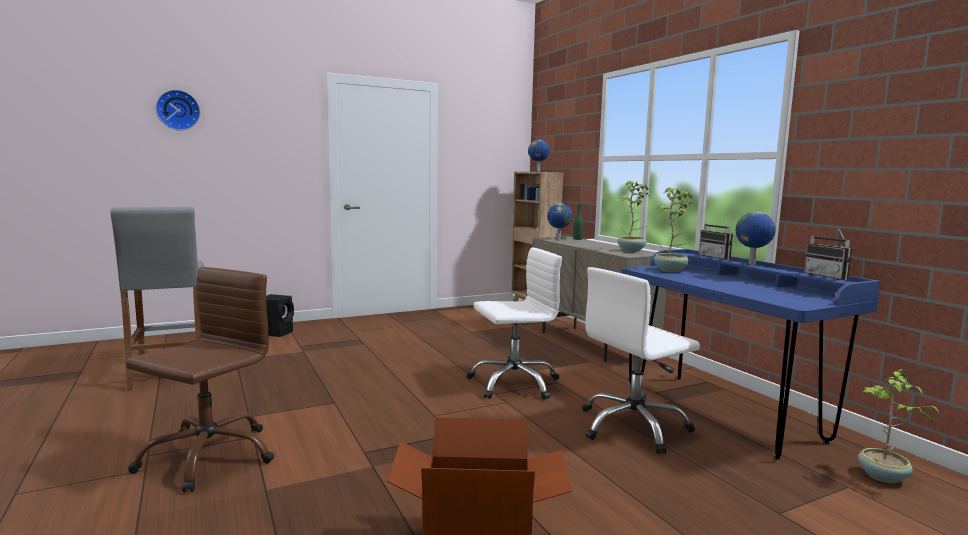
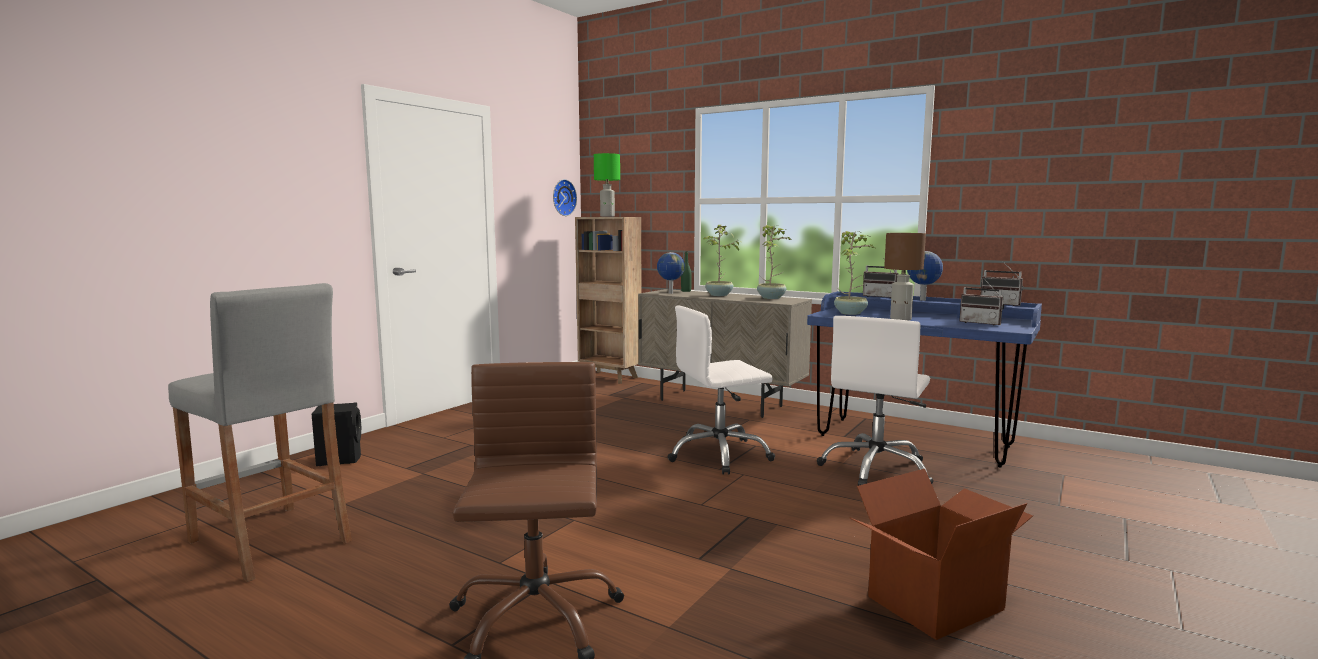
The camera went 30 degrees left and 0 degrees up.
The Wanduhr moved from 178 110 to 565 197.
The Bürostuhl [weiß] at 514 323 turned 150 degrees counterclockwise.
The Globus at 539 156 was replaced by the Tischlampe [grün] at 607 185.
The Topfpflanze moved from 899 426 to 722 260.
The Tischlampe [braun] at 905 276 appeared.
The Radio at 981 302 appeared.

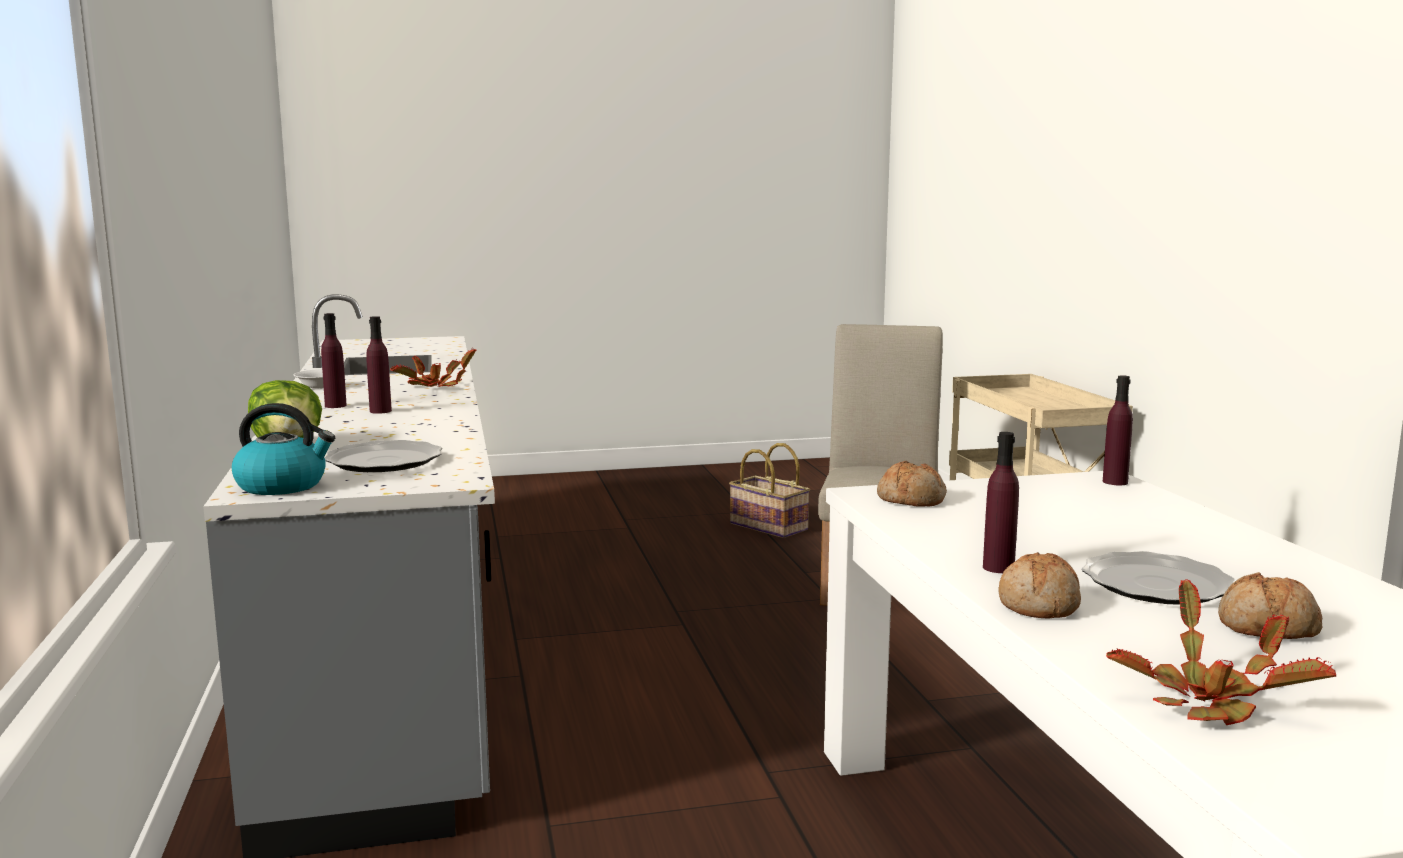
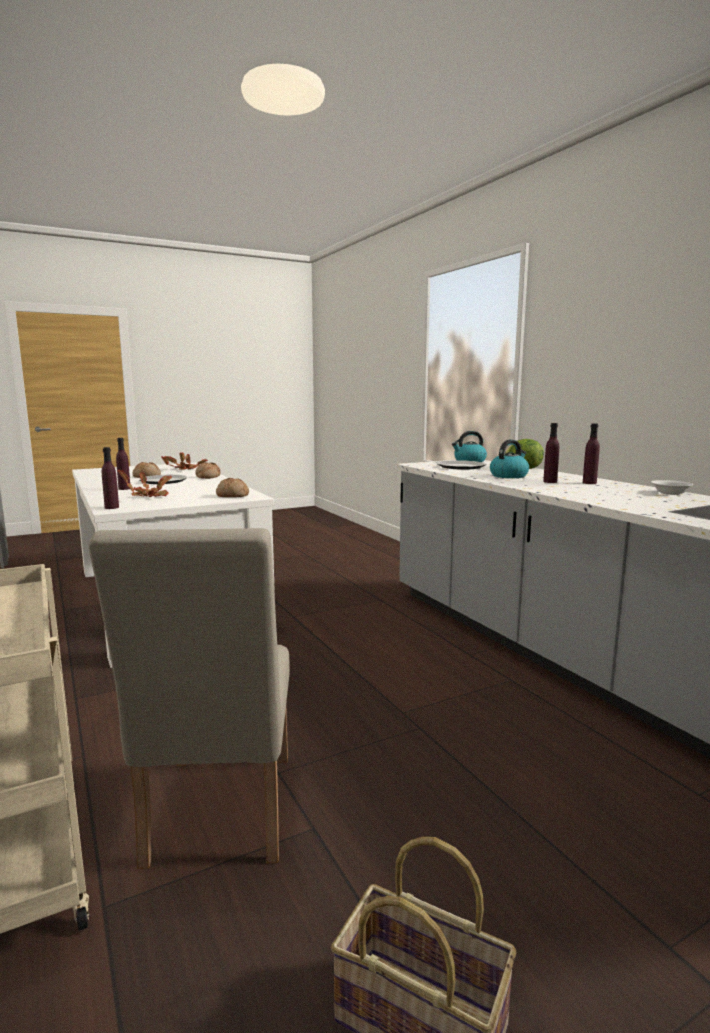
The camera went 165 degrees right and 0 degrees up.
The Topfpflanze moved from 433 367 to 144 483.
The Flasche [lila] moved from 1001 502 to 123 464.
The Wasserkessel at 509 458 appeared.

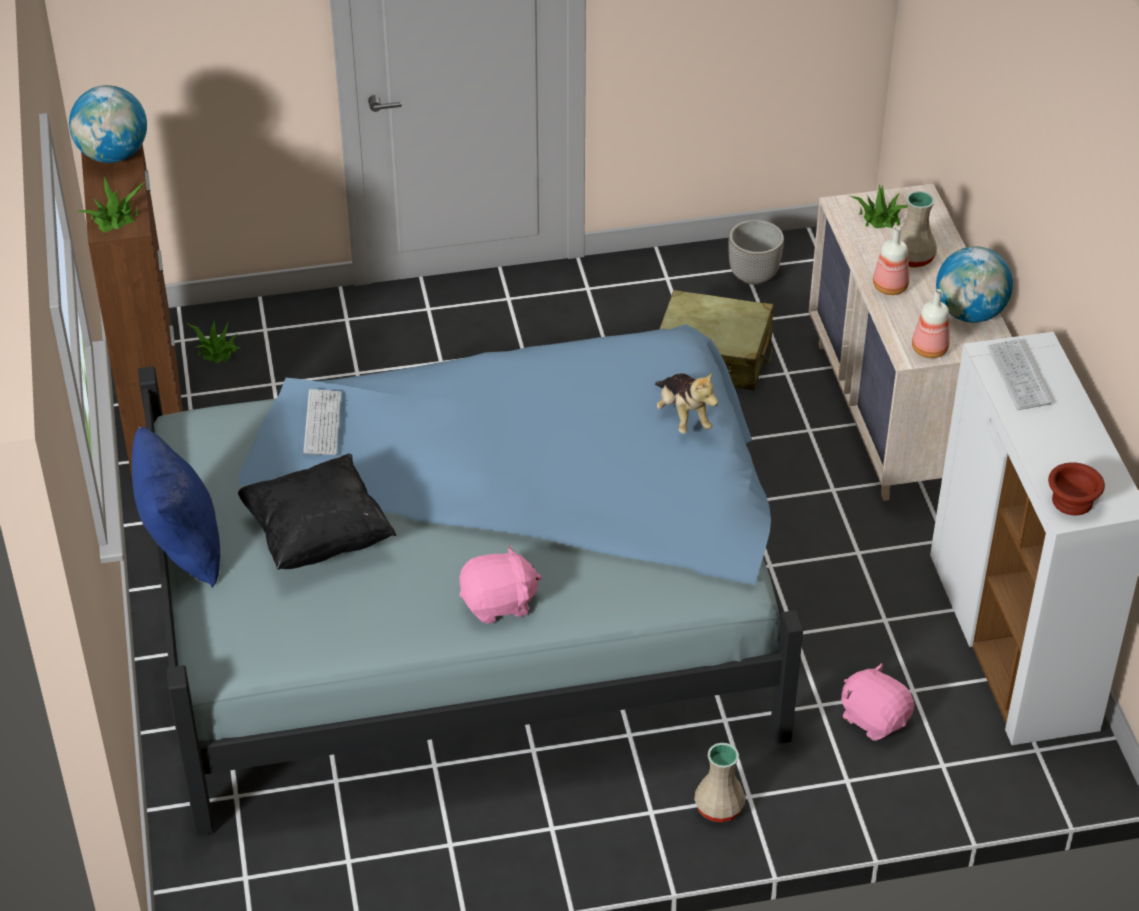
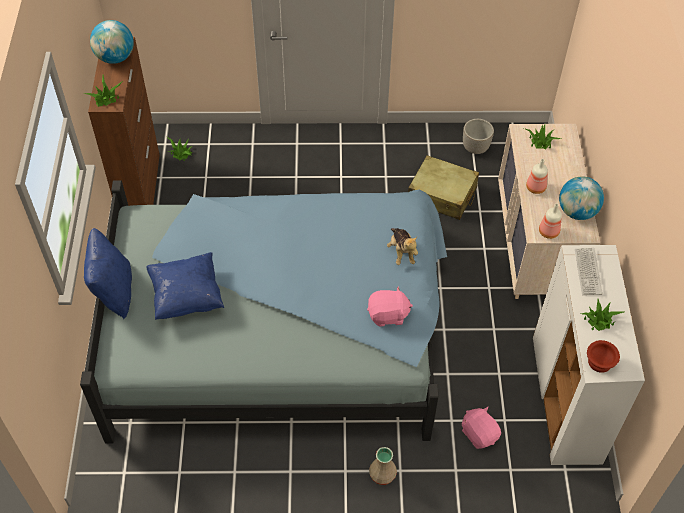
The camera went 10 degrees right and 10 degrees up.
The Kissen [schwarz] at 317 512 became the Kissen [blau] at 185 286.
The Tastatur at 322 422 disappeared.
The Plüschtier [rosa] moved from 500 584 to 390 306.
The Vase [beige] at 918 229 disappeared.
The Topfpflanze at 602 315 appeared.

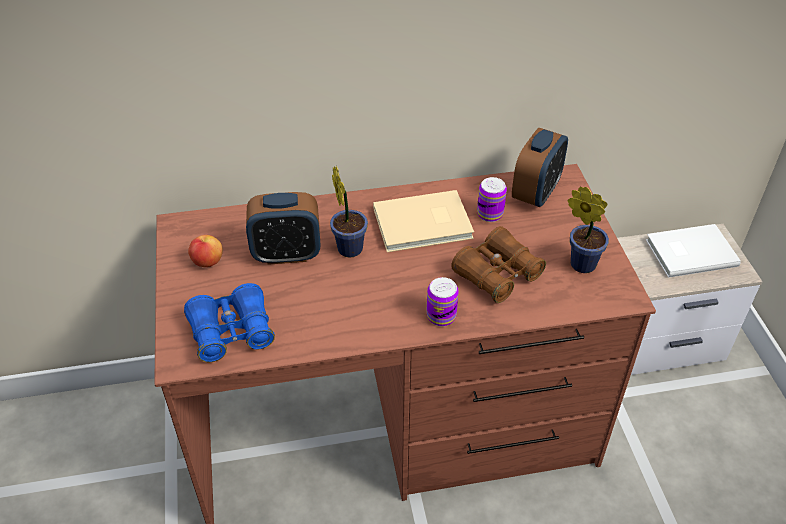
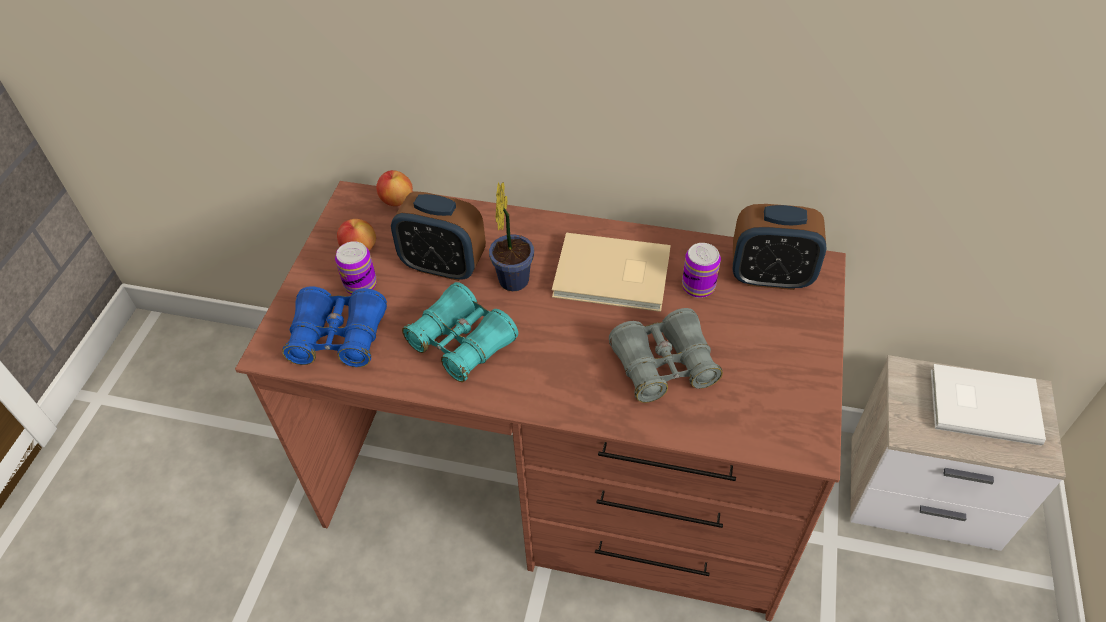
The camera went 25 degrees right and 5 degrees up.
The Dose moved from 442 301 to 356 268.
The Fernglas [braun] at 498 264 became the Fernglas [grau] at 666 355.
The Wecker at 540 167 turned 45 degrees clockwise.
The Topfpflanze at 588 229 disappeared.
The Apfel at 394 188 appeared.
The Fernglas [türkis] at 460 332 appeared.

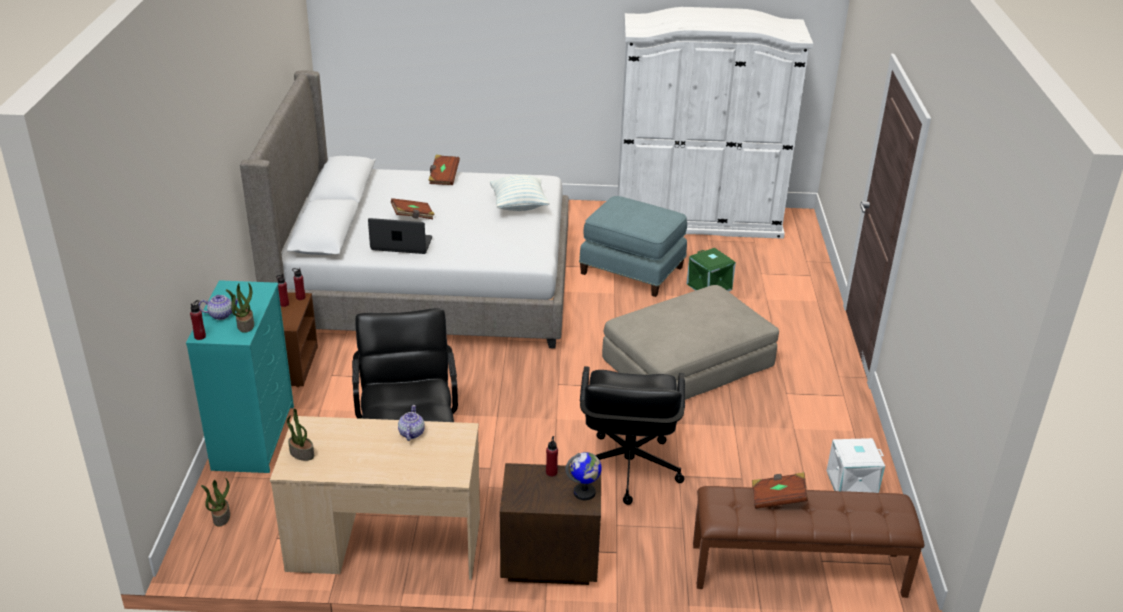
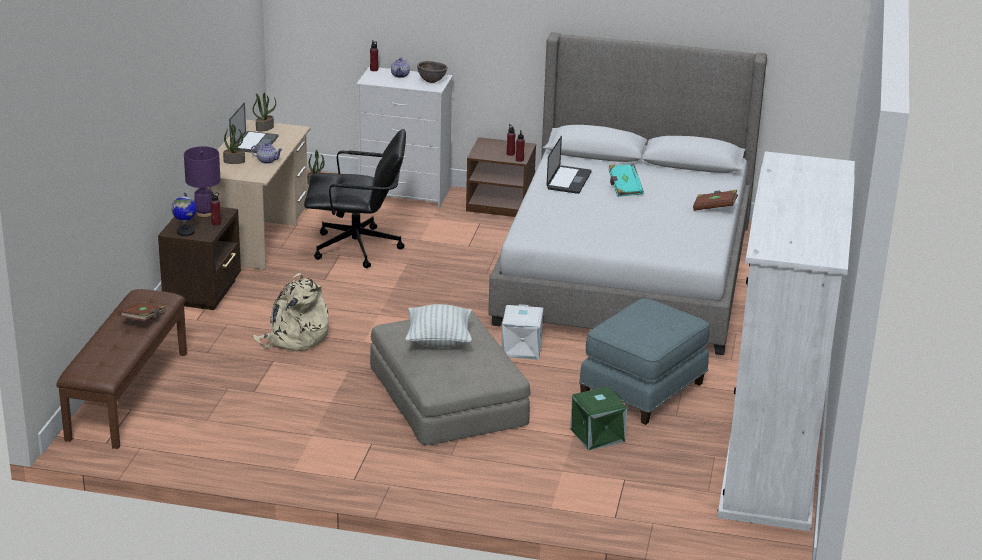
The camera went 100 degrees right and 5 degrees down.
The Kommode [türkis] at 240 376 became the Kommode [weiß] at 404 137.
The Topfpflanze moved from 240 308 to 234 144.
The Buch [braun] at 413 208 became the Buch [türkis] at 626 180.
The Kissen moved from 519 193 to 438 326.
The Bürostuhl [schwarz] at 632 435 was replaced by the Rucksack [beige] at 291 312.
The Aufbewahrungsbox [weiß] moved from 855 465 to 522 332.
The Tischlampe [lila] at 202 181 appeared.
The Laptop at 254 127 appeared.
The Schüssel [braun] at 432 72 appeared.

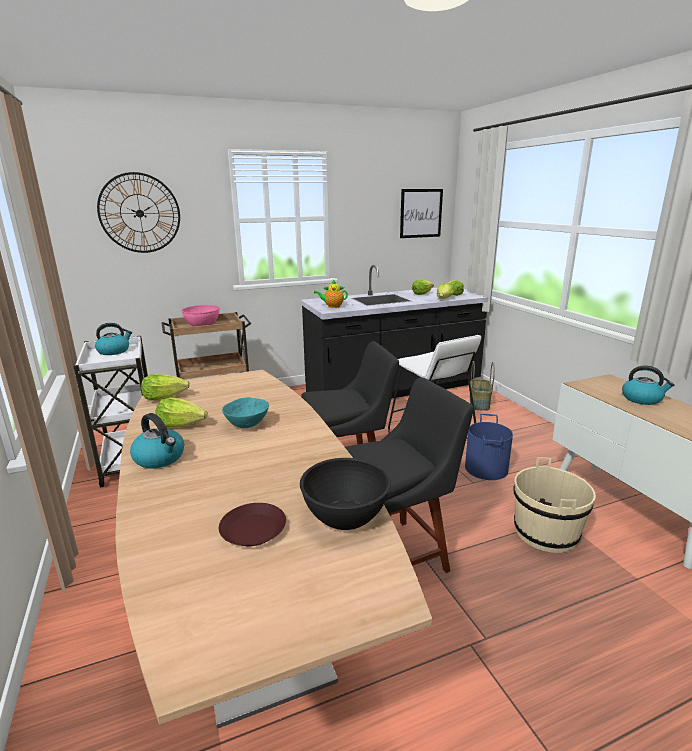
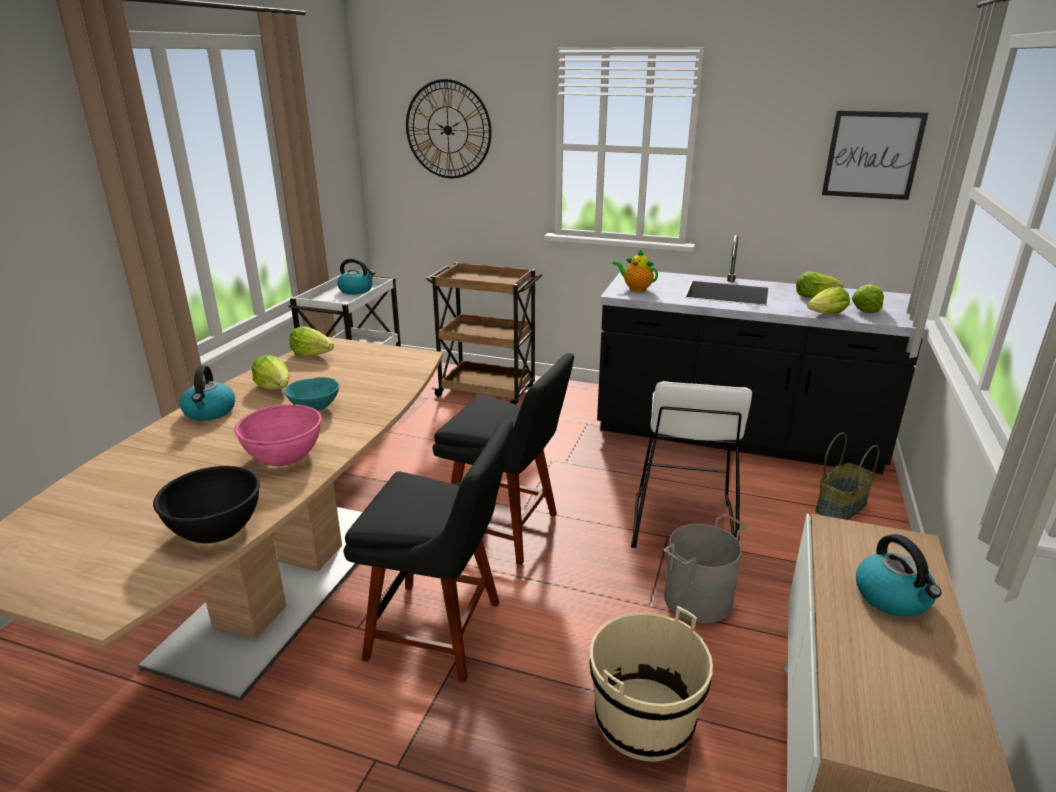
The camera went 40 degrees right and 5 degrees up.
The Schüssel [rosa] moved from 200 316 to 278 435.
The Teller [braun] at 252 524 disappeared.
The Eimer [blau] at 489 447 became the Eimer [grau] at 705 568.

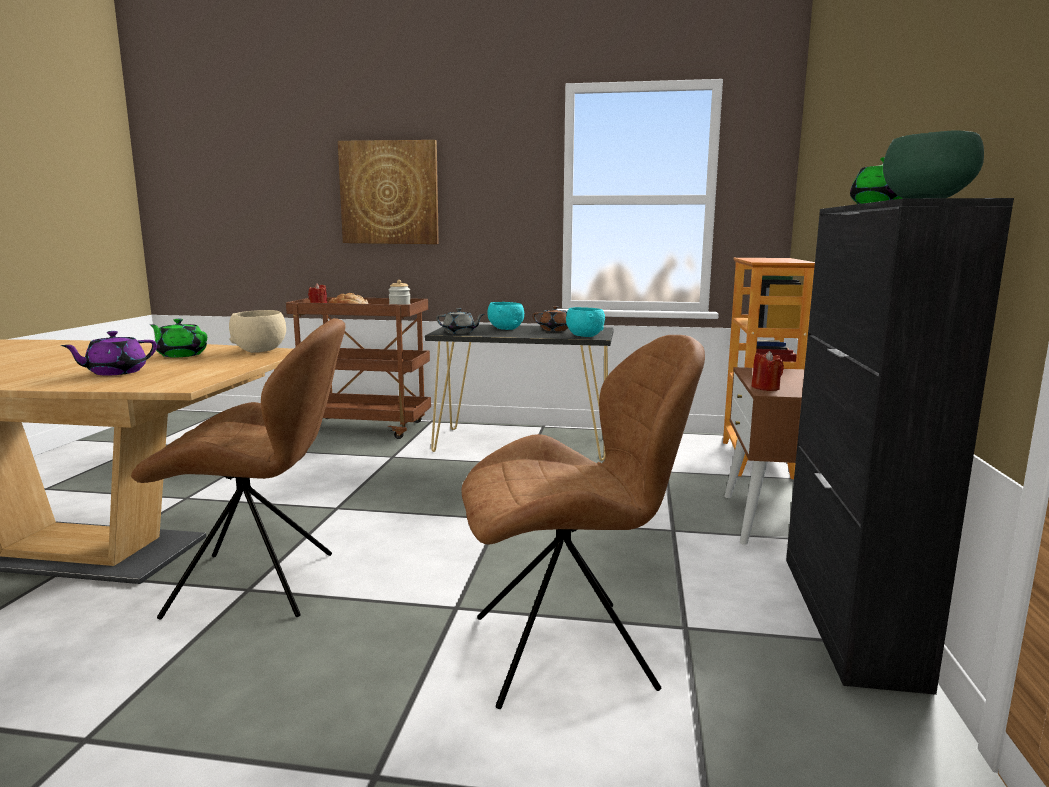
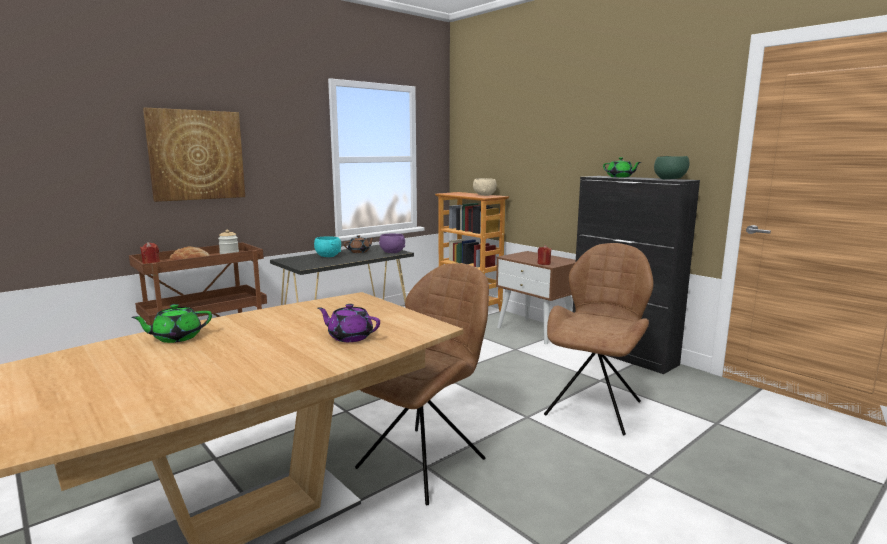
The camera went 50 degrees left and 0 degrees up.
The Teekanne [lila] at 108 353 turned 120 degrees clockwise.
The Teekanne [grün] moved from 178 338 to 171 323.
The Schüssel [beige] moved from 257 331 to 485 187.
The Teekanne [grau] at 460 321 disappeared.
The Schüssel [türkis] at 585 322 became the Schüssel [lila] at 392 243.

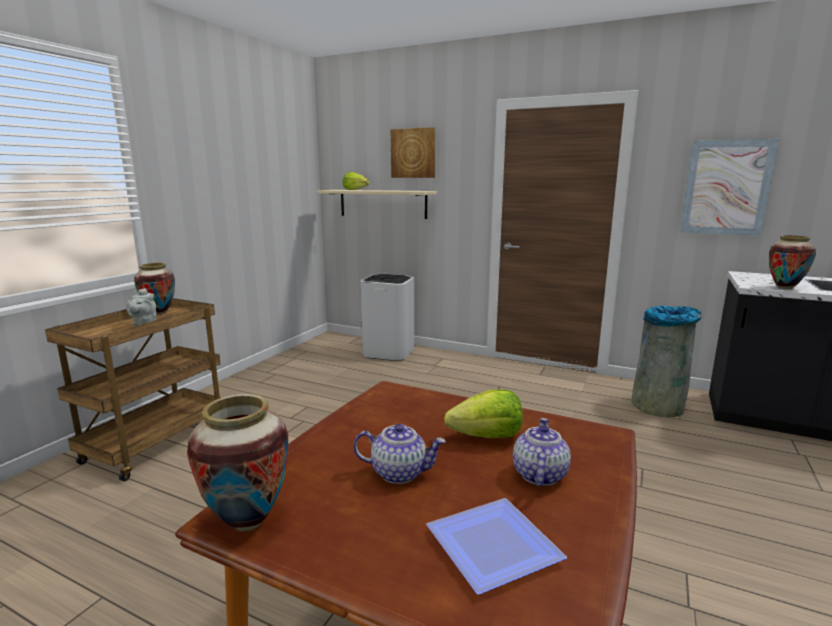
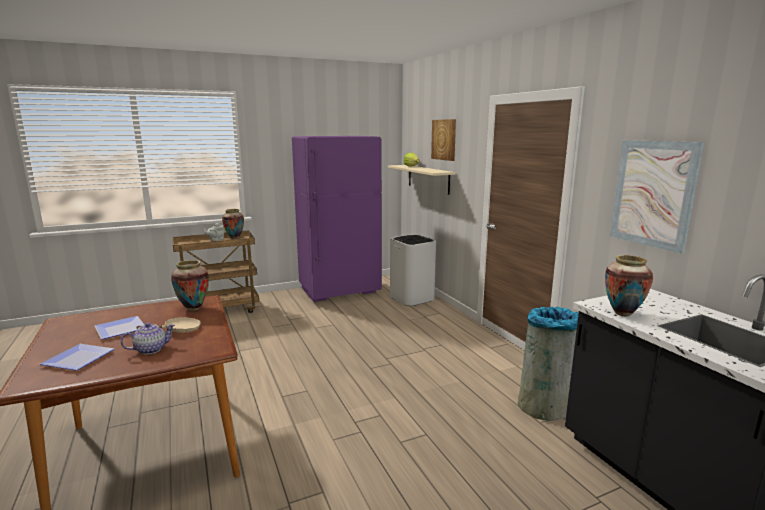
The camera went 40 degrees right and 0 degrees up.
The Vase moved from 237 463 to 190 285.
The Teekanne at 399 454 was replaced by the Teller at 119 327.
The Salatkopf at 483 413 was replaced by the Pfanne [beige] at 168 325.
The Kühlschrank [lila] at 337 219 appeared.

